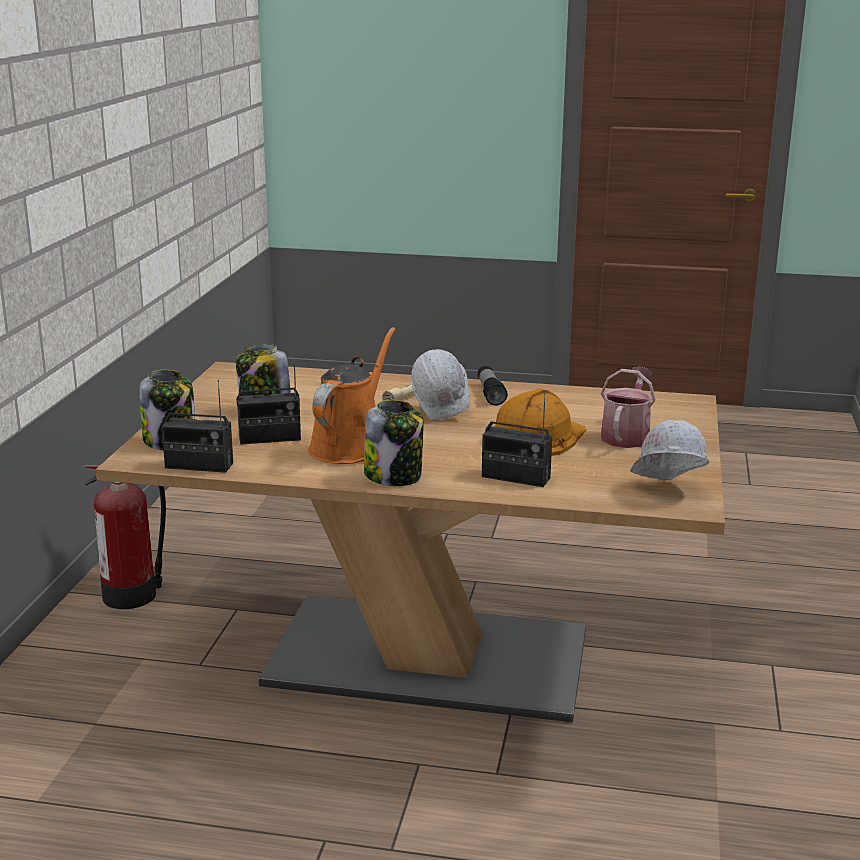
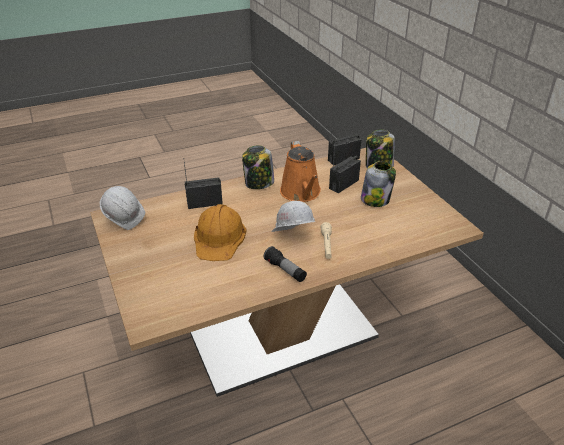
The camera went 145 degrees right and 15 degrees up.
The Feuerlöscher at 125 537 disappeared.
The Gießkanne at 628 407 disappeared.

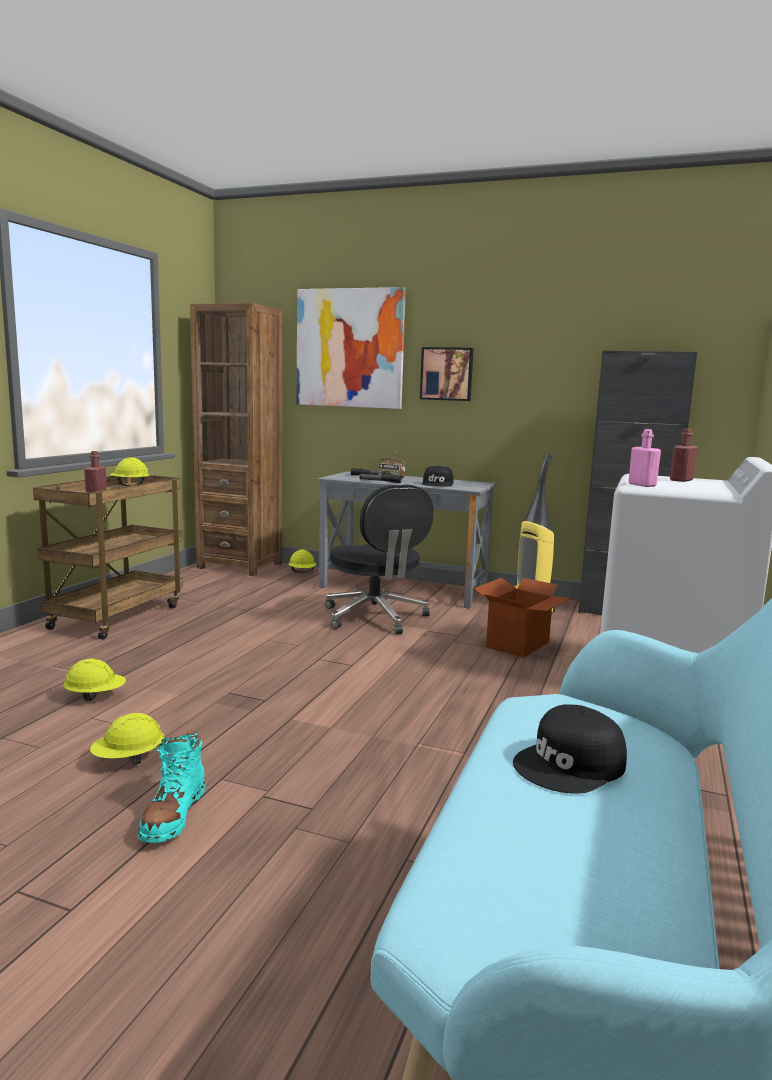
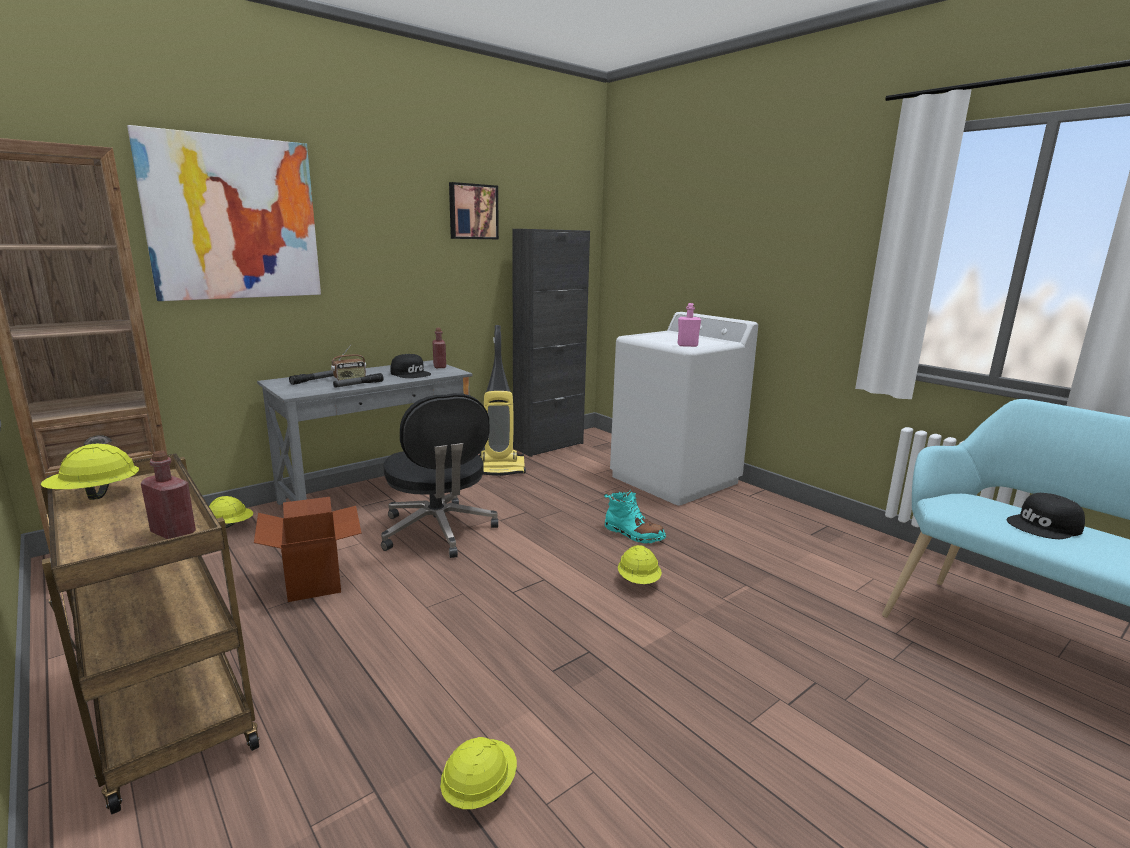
The camera went 60 degrees left and 5 degrees up.
The Schutzhelm [gelb] moved from 127 739 to 640 564.
The Stiefel [türkis] moved from 171 787 to 635 517.
The Bürostuhl [schwarz] at 379 559 turned 60 degrees clockwise.
The Bild moved from 447 374 to 474 210.
The Karton moved from 522 618 to 308 549.
The Kappe [schwarz] at 570 748 turned 75 degrees clockwise.
The Flasche [rot] moved from 683 455 to 439 348.

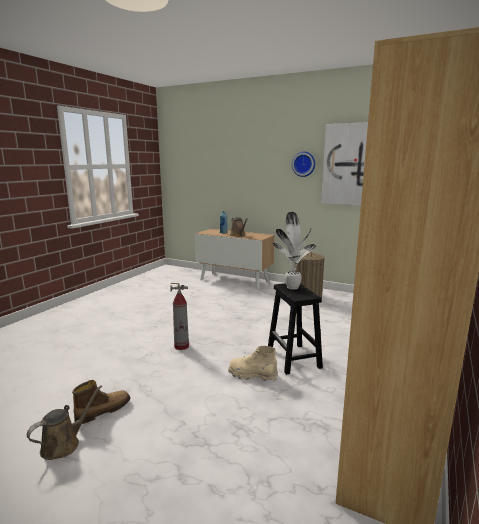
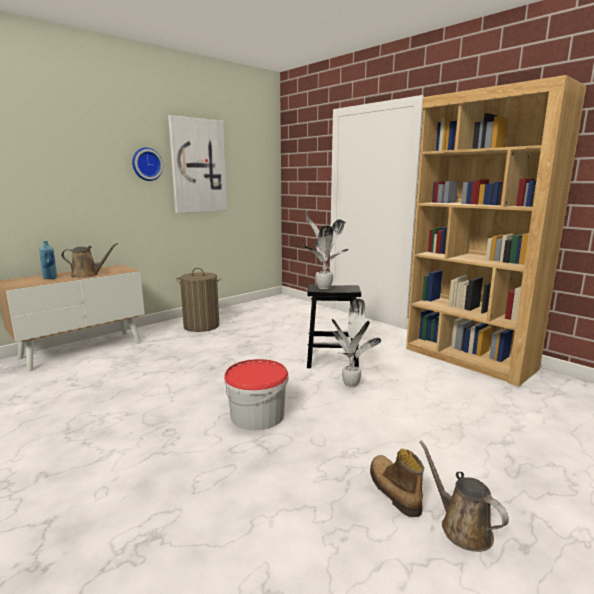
The camera went 70 degrees left and 0 degrees up.
The Feuerlöscher at 179 316 was replaced by the Eimer at 256 394.
The Stiefel [beige] at 253 363 was replaced by the Topfpflanze at 356 343.

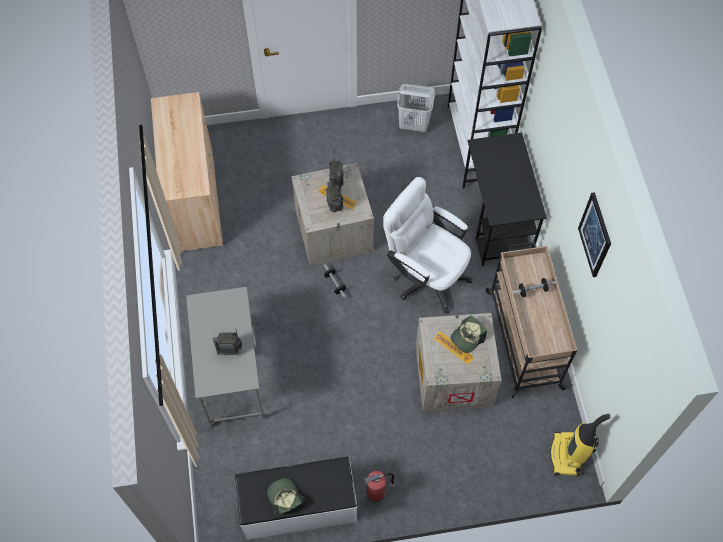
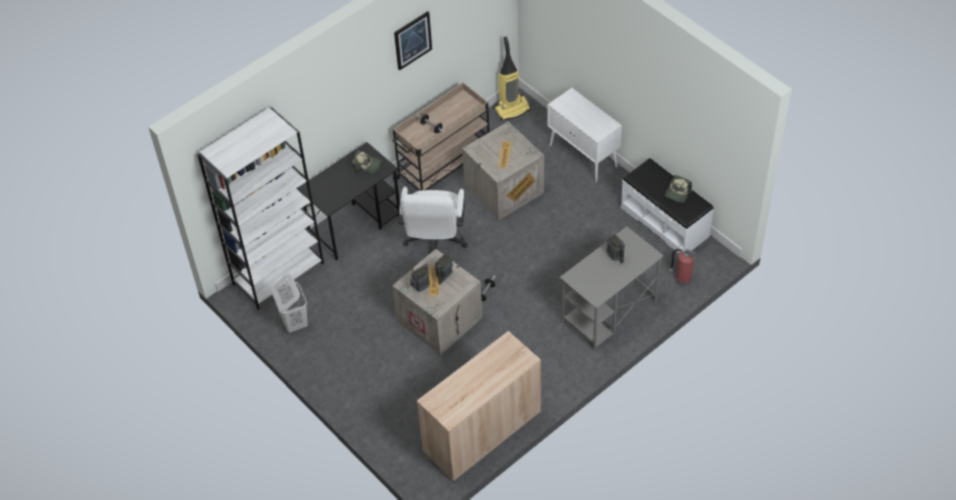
The camera went 120 degrees left and 10 degrees down.
The Feuerlöscher moved from 379 487 to 683 267.
The Kappe moved from 468 334 to 366 161.
The Schrank [weiß] at 585 135 appeared.

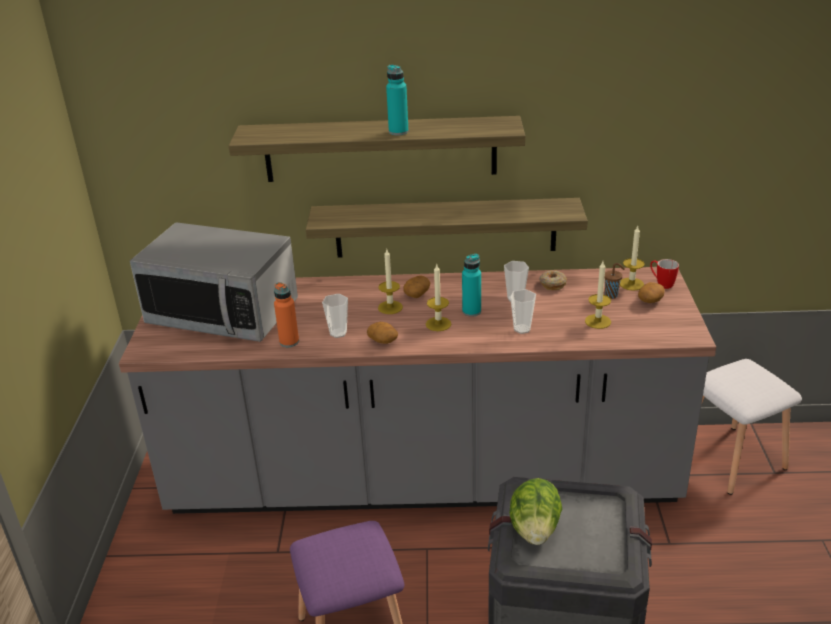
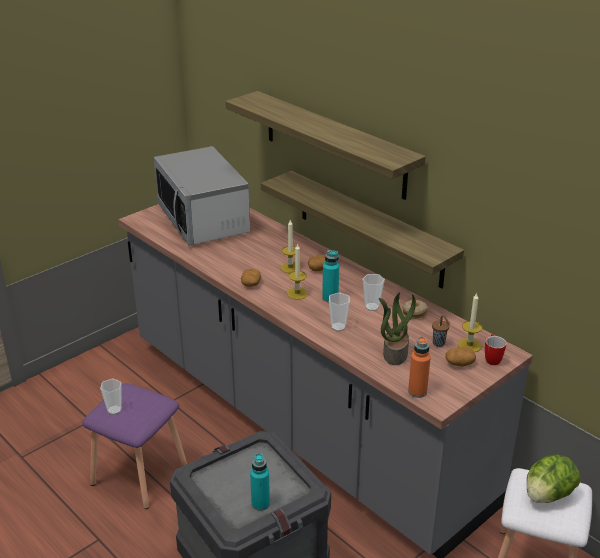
The camera went 45 degrees right and 0 degrees up.
The Flasche [orange] moved from 286 314 to 419 367.
The Tasse moved from 335 316 to 110 397.
The Flasche [türkis] moved from 397 100 to 260 482.
The Salatkopf moved from 535 511 to 554 479.
The Kerze at 598 295 was replaced by the Topfpflanze at 397 328.

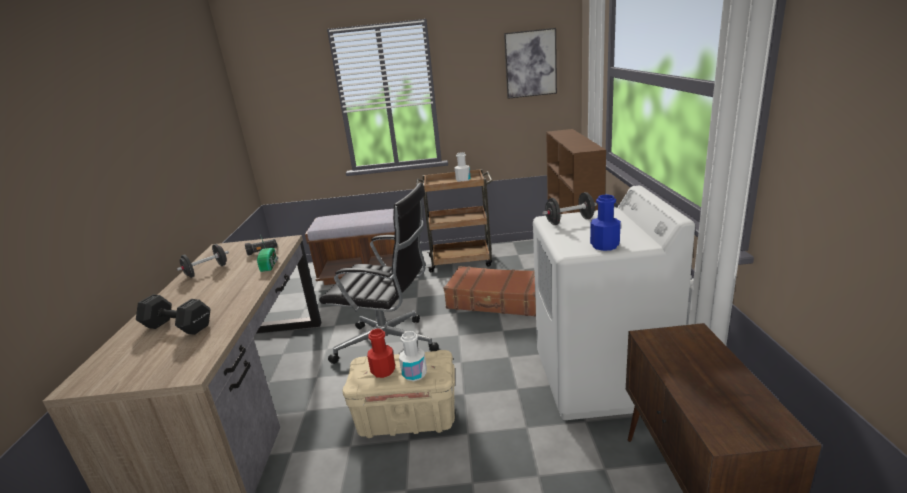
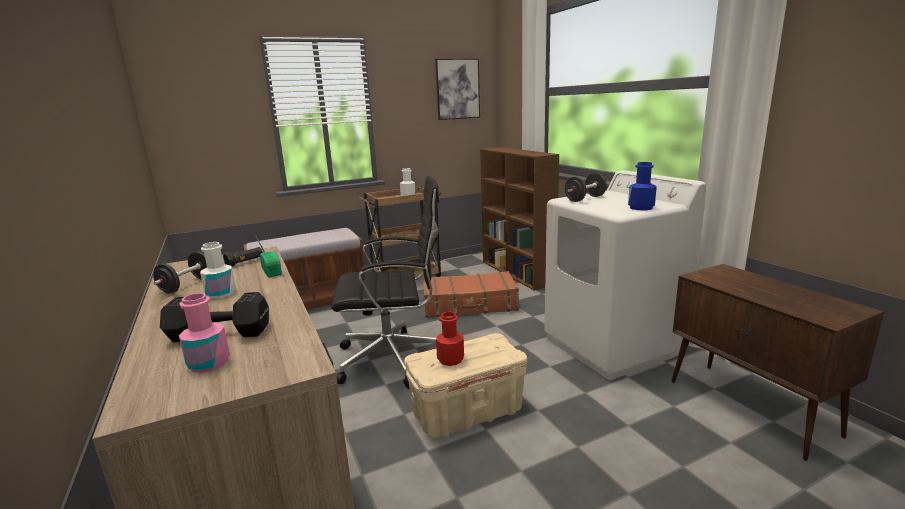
The camera went 25 degrees left and 5 degrees down.
The Flasche [weiß] moved from 413 356 to 218 270.
The Flasche [rosa] at 204 333 appeared.

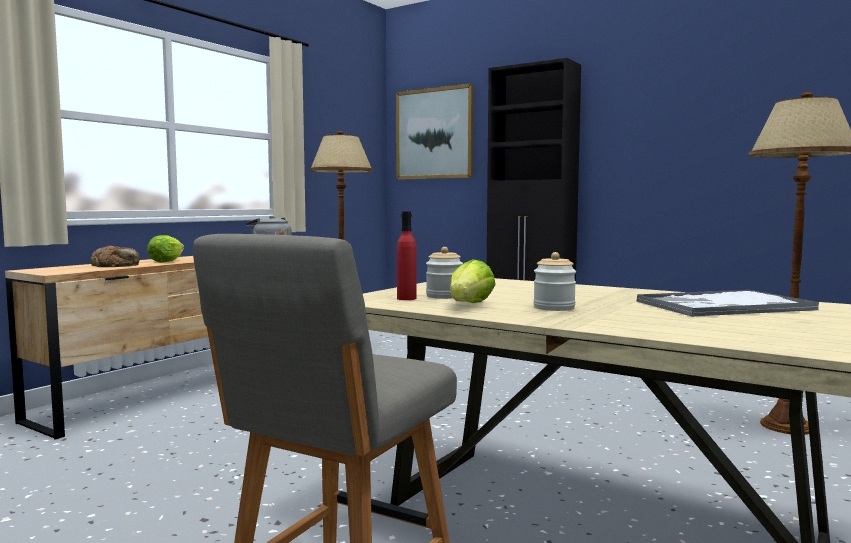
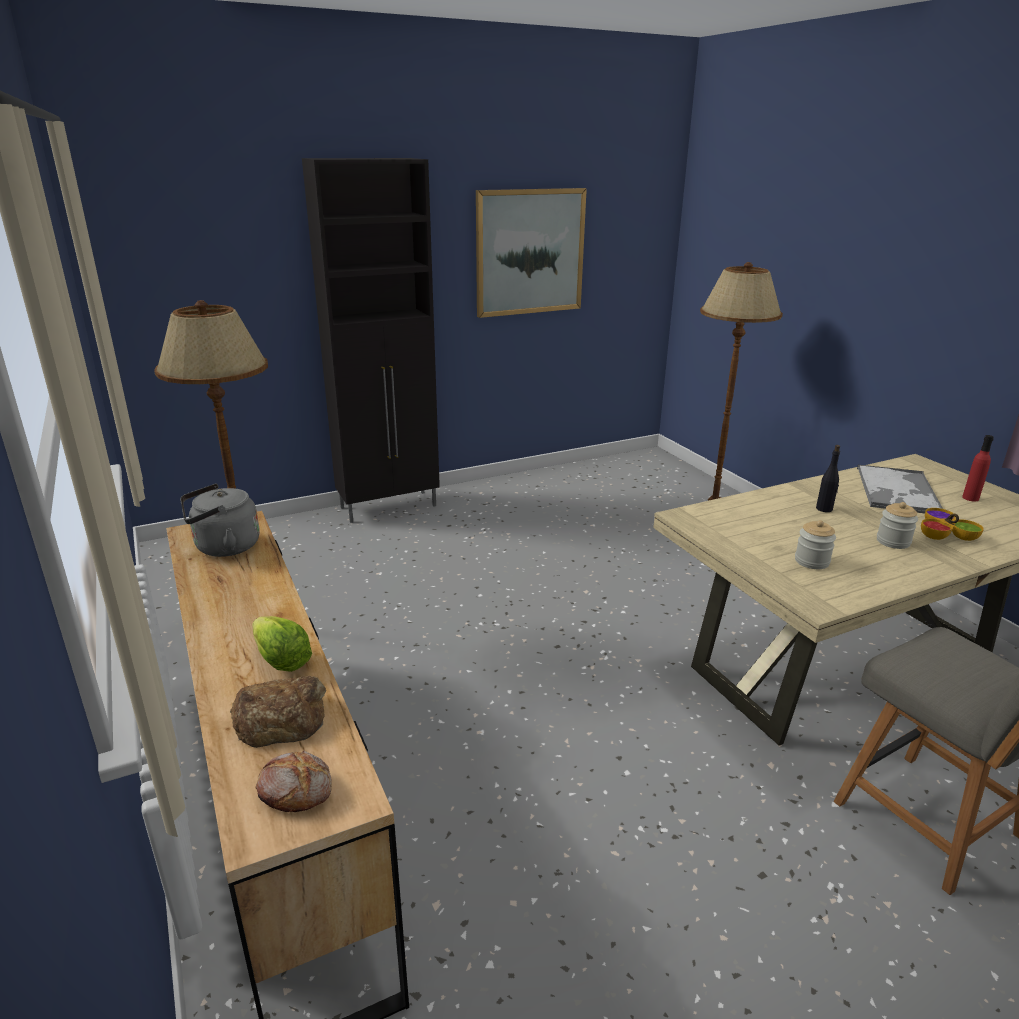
The camera went 60 degrees left and 20 degrees up.
The Bild moved from 435 131 to 531 253.
The Flasche [rot] moved from 407 255 to 978 468.
The Salatkopf at 473 281 disappeared.
The Brot at 294 781 appeared.
The Flasche [schwarz] at 828 478 appeared.
The Schüssel at 952 524 appeared.

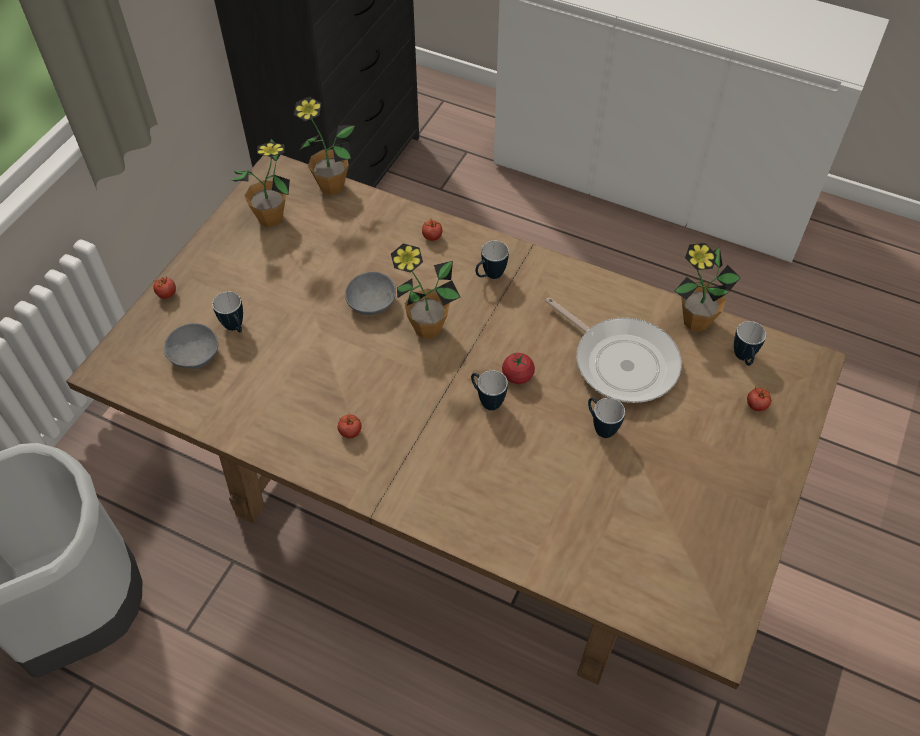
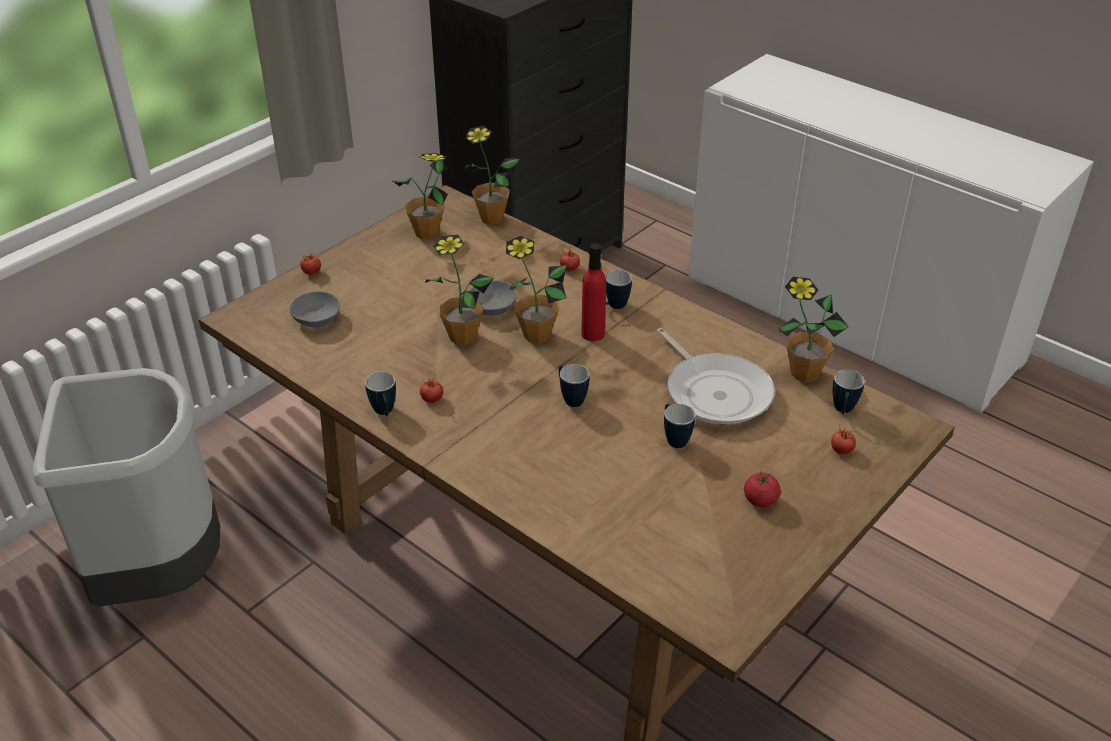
The camera went 15 degrees right and 15 degrees down.
The Henkelbecher moved from 227 312 to 380 394.
The Tomate moved from 518 368 to 762 489.
The Topfpflanze at 459 290 appeared.
The Flasche [rot] at 593 292 appeared.

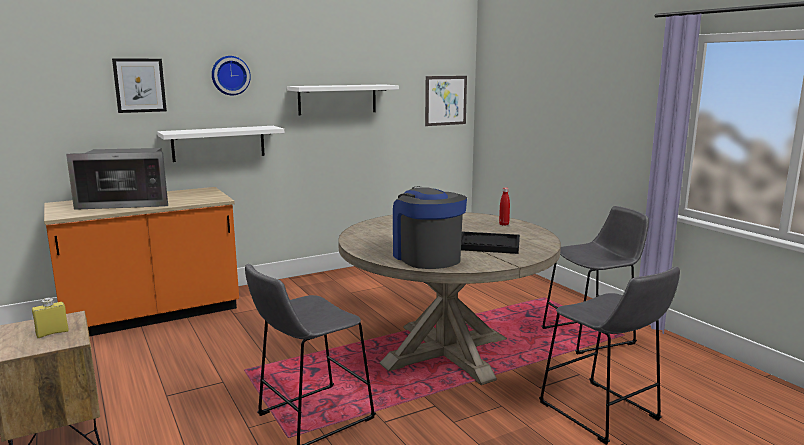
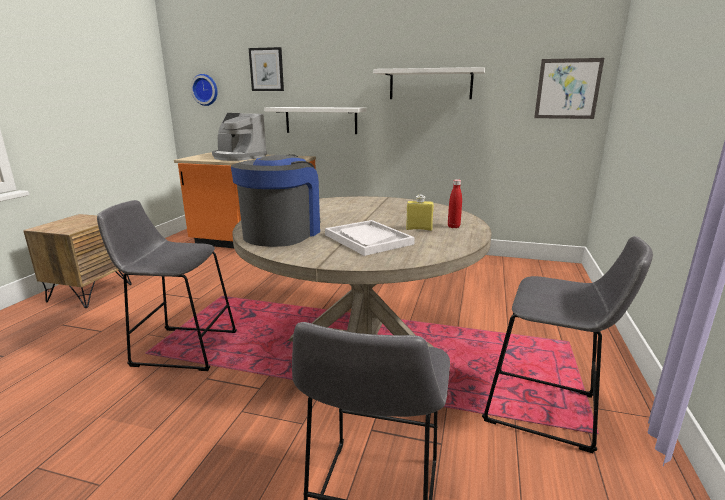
The camera went 45 degrees right and 5 degrees up.
The Flasche [gelb] moved from 50 318 to 420 213.
The Mikrowelle at 117 179 was replaced by the Kaffeemaschine at 239 137.
The Wanduhr moved from 231 76 to 204 90.
The Tablett [schwarz] at 490 243 became the Tablett [weiß] at 370 238.

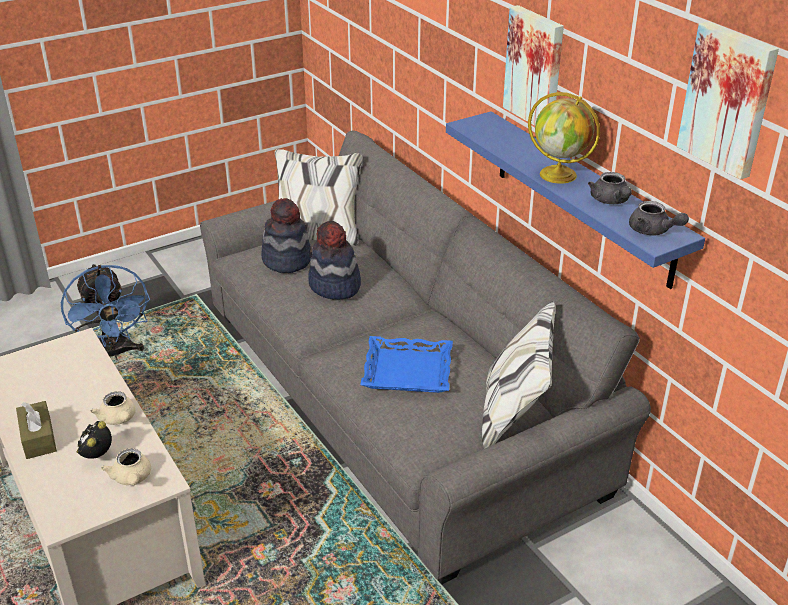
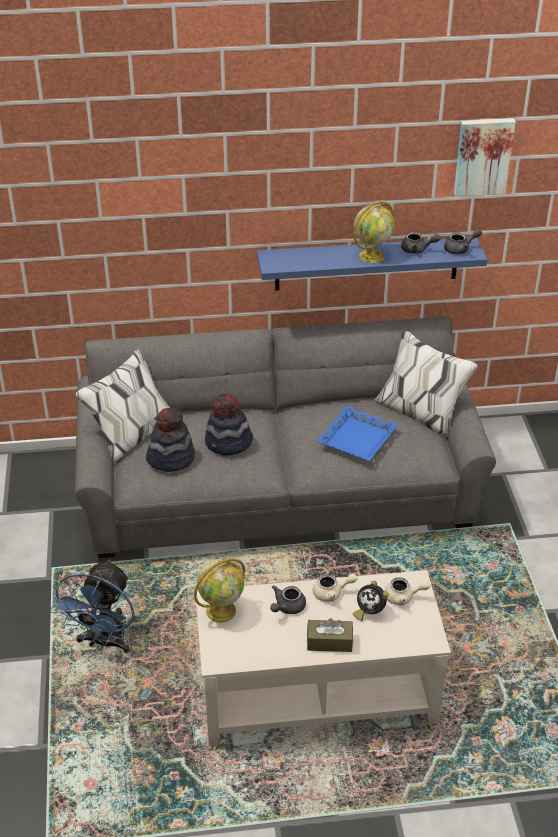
The camera went 65 degrees left and 5 degrees up.
The Ventilator [blau] at 105 312 turned 105 degrees clockwise.
The Bild at 533 65 disappeared.
The Globus at 219 590 appeared.
The Teekanne [grau] at 288 599 appeared.

